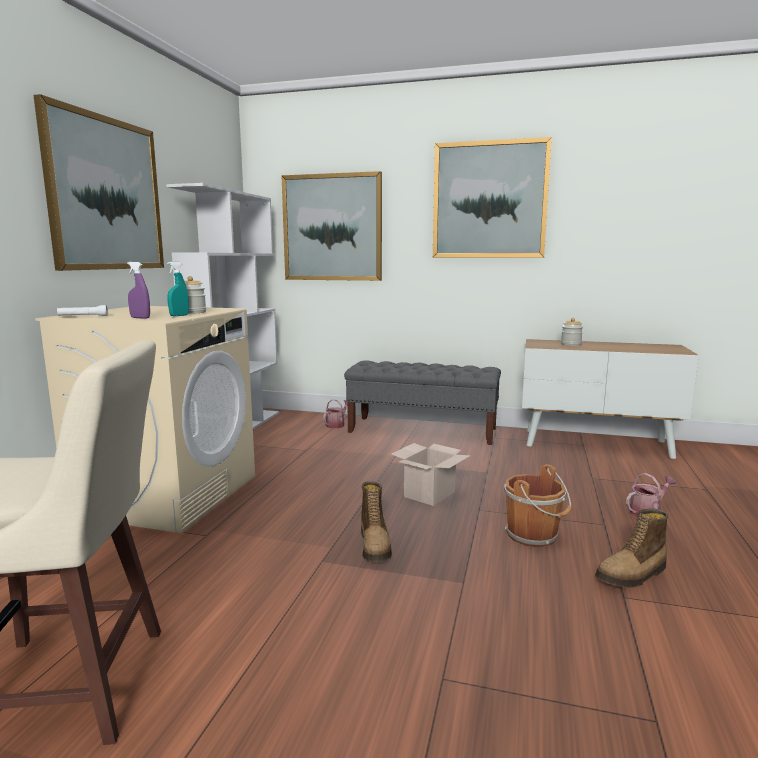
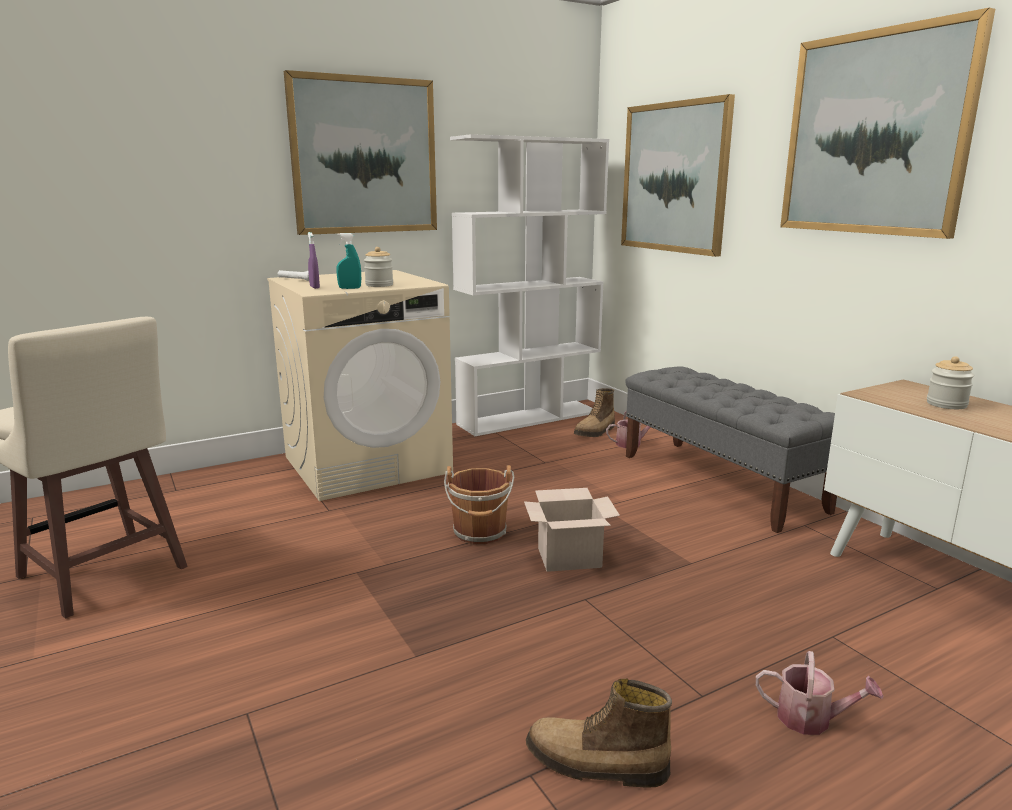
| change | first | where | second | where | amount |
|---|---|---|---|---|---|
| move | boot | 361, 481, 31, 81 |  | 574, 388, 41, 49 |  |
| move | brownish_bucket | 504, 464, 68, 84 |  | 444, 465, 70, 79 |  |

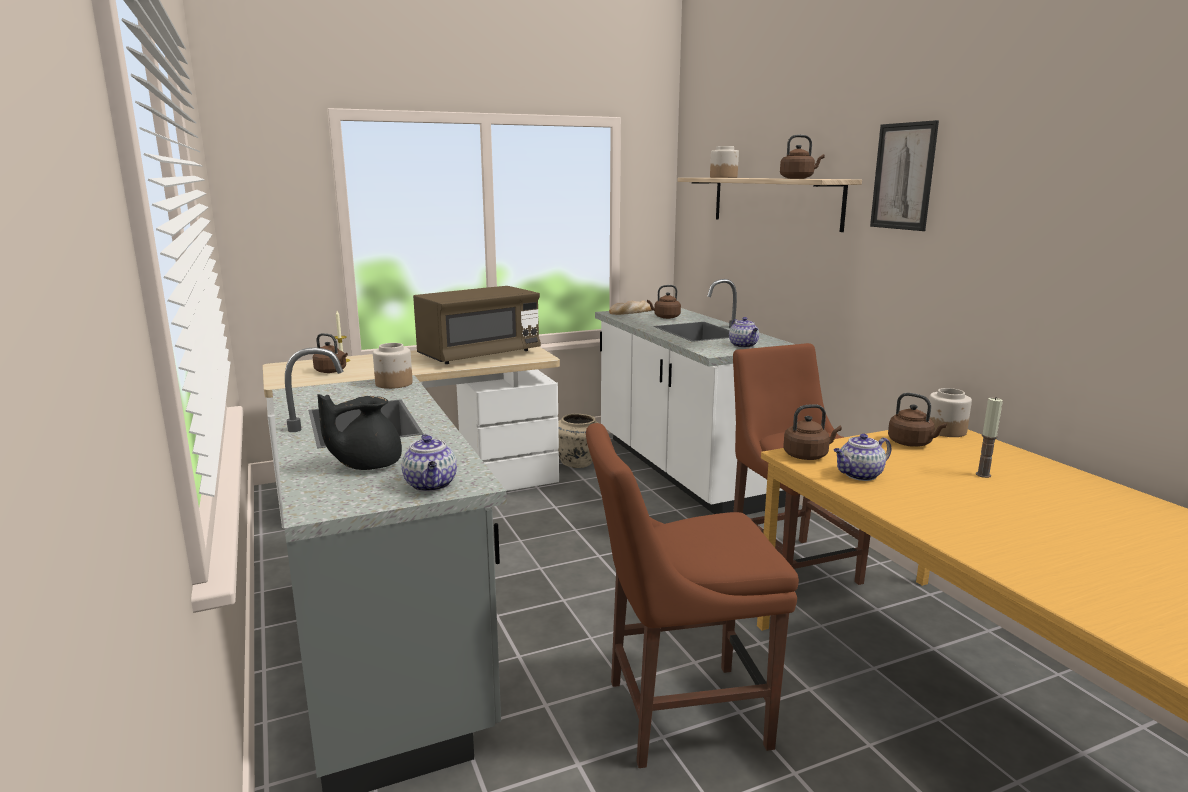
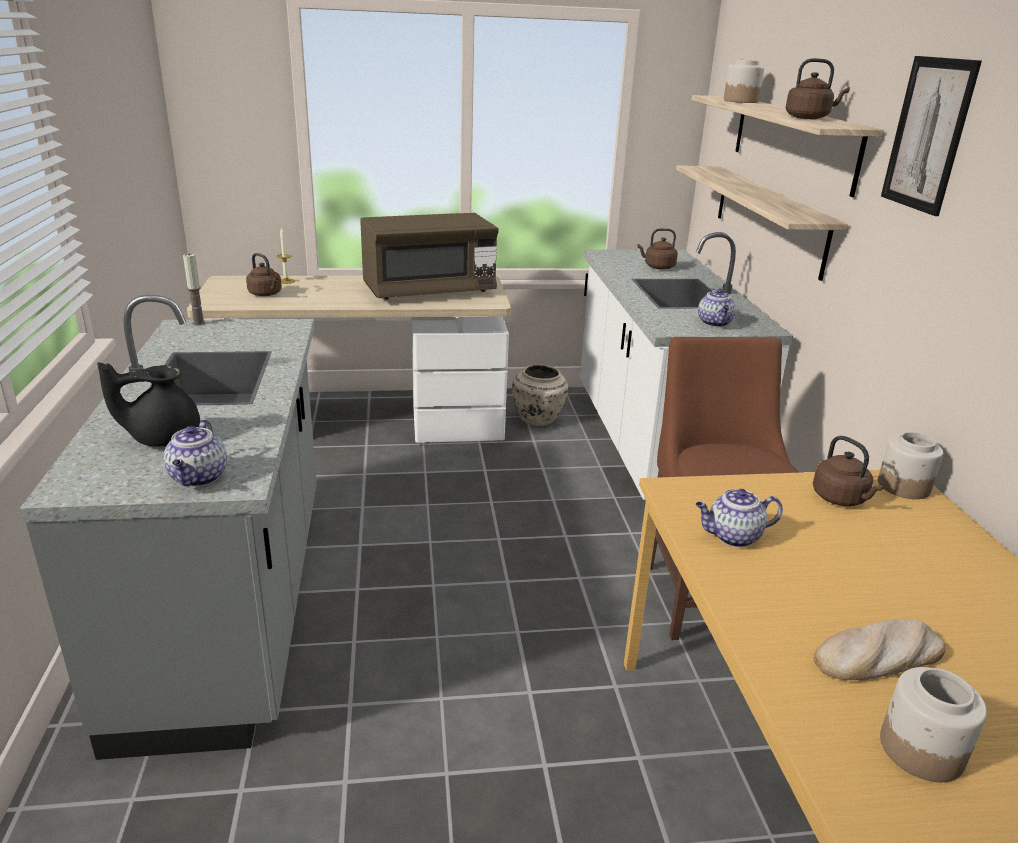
| change | first | where | second | where | amount |
|---|---|---|---|---|---|
| delete | brownish_chair | 586, 423, 213, 345 |  |  |  |
| delete | brownish_water_kettle | 783, 404, 59, 56 |  |  |  |
| insert |  |  | shelf | 676, 165, 172, 116 |  |
| move | jar | 373, 343, 40, 46 |  | 880, 667, 107, 115 |  |
| move | bakery_bread | 609, 300, 43, 15 |  | 814, 619, 132, 61 |  |
| move | wax_light | 976, 397, 27, 81 |  | 183, 254, 22, 72 |  |

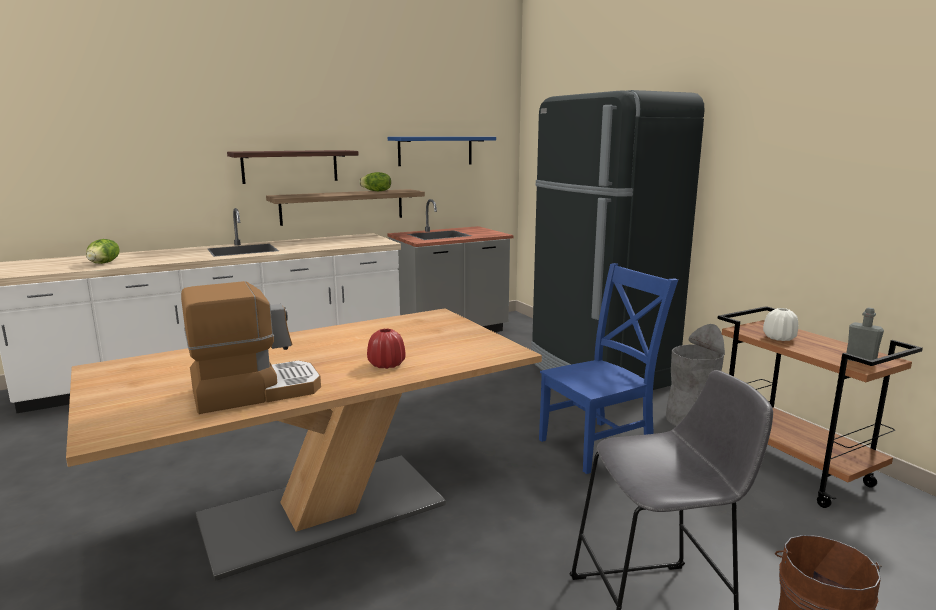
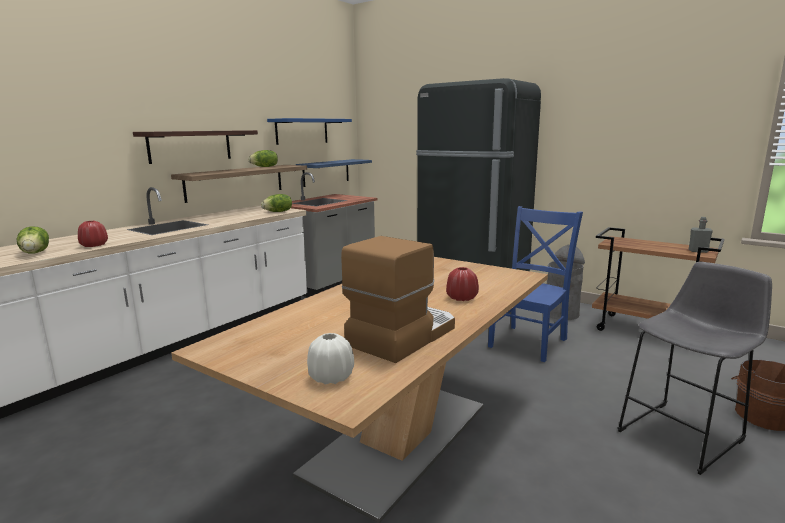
| change | first | where | second | where | amount |
|---|---|---|---|---|---|
| insert |  |  | red_vase | 78, 221, 30, 26 |  |
| insert |  |  | lettuce_head | 261, 194, 31, 18 |  |
| insert |  |  | blue_shelf | 296, 159, 76, 28 |  |
| move | white-coloured_vase | 763, 308, 35, 33 |  | 307, 333, 47, 52 |  |

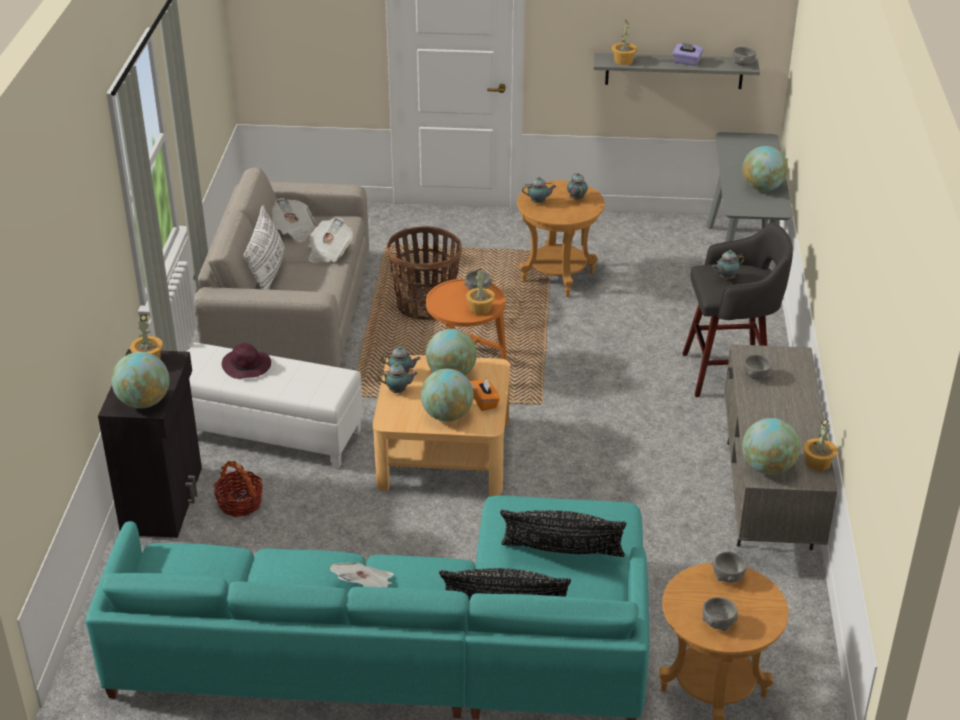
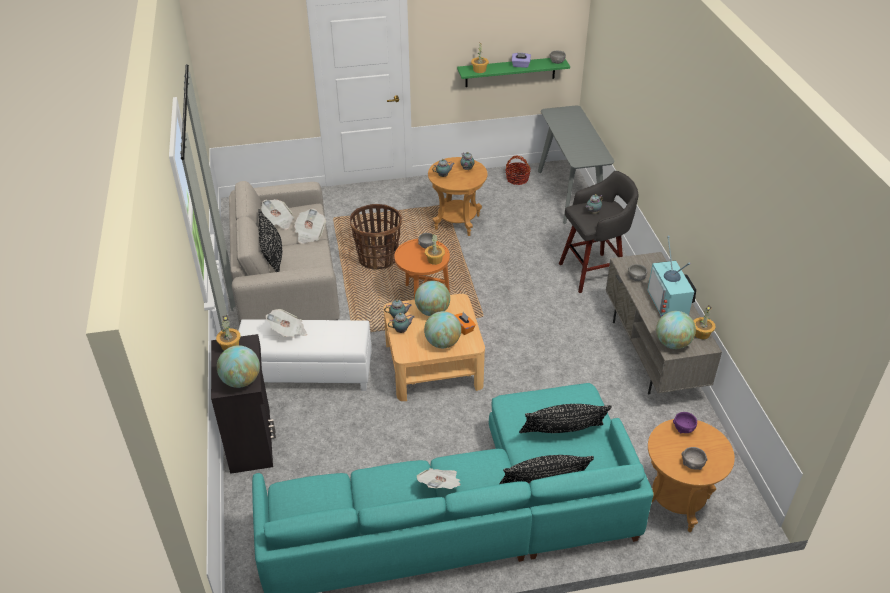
| change | first | where | second | where | amount |
|---|---|---|---|---|---|
| delete | globe | 742, 146, 46, 45 |  |  |  |
| insert |  |  | television | 647, 236, 49, 81 |  |
| move | storage_basket | 214, 461, 49, 56 |  | 505, 156, 26, 29 |  |
| replace | purple_clothing_hat | 222, 343, 49, 36 | daily_paper | 266, 309, 41, 29 |  |
| recolor | white-coloured_cushion | 243, 205, 42, 85 | blackish_cushion | 258, 209, 24, 63 |  |
| recolor | gray_shelf | 594, 53, 166, 36 | greenish_shelf | 457, 58, 113, 29 |  |
| recolor | gray_deep_dish | 712, 552, 35, 31 | purple_deep_dish | 673, 412, 24, 21 |  |

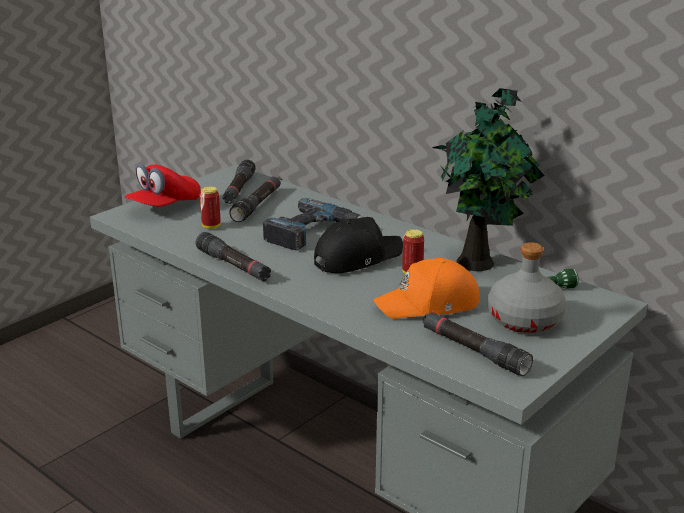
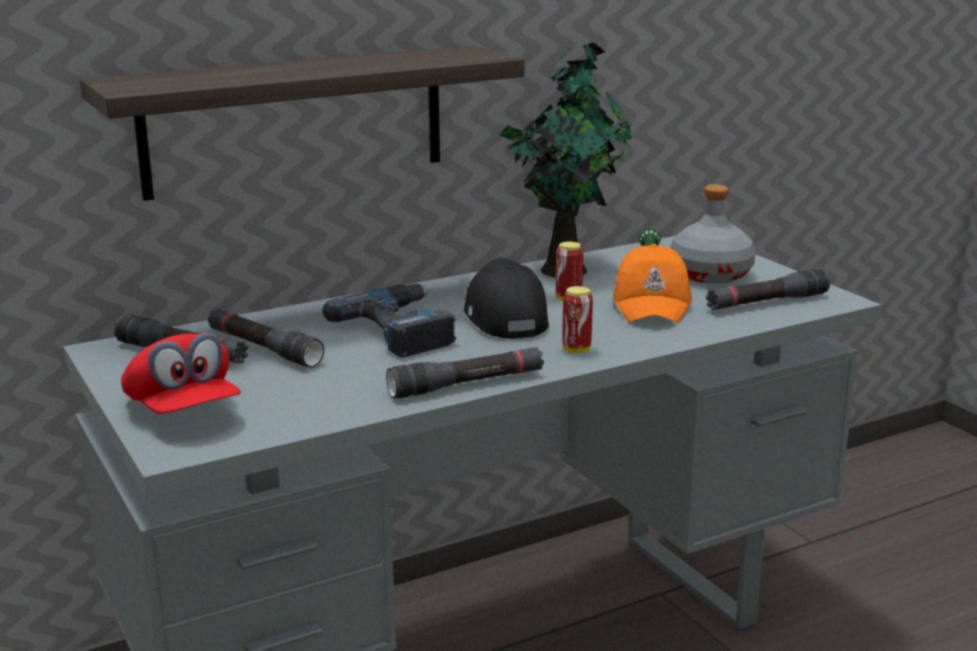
| change | first | where | second | where | amount |
|---|---|---|---|---|---|
| insert |  |  | shelf | 80, 45, 445, 156 |  |
| move | sealed_can | 200, 187, 21, 42 |  | 562, 286, 31, 67 |  |

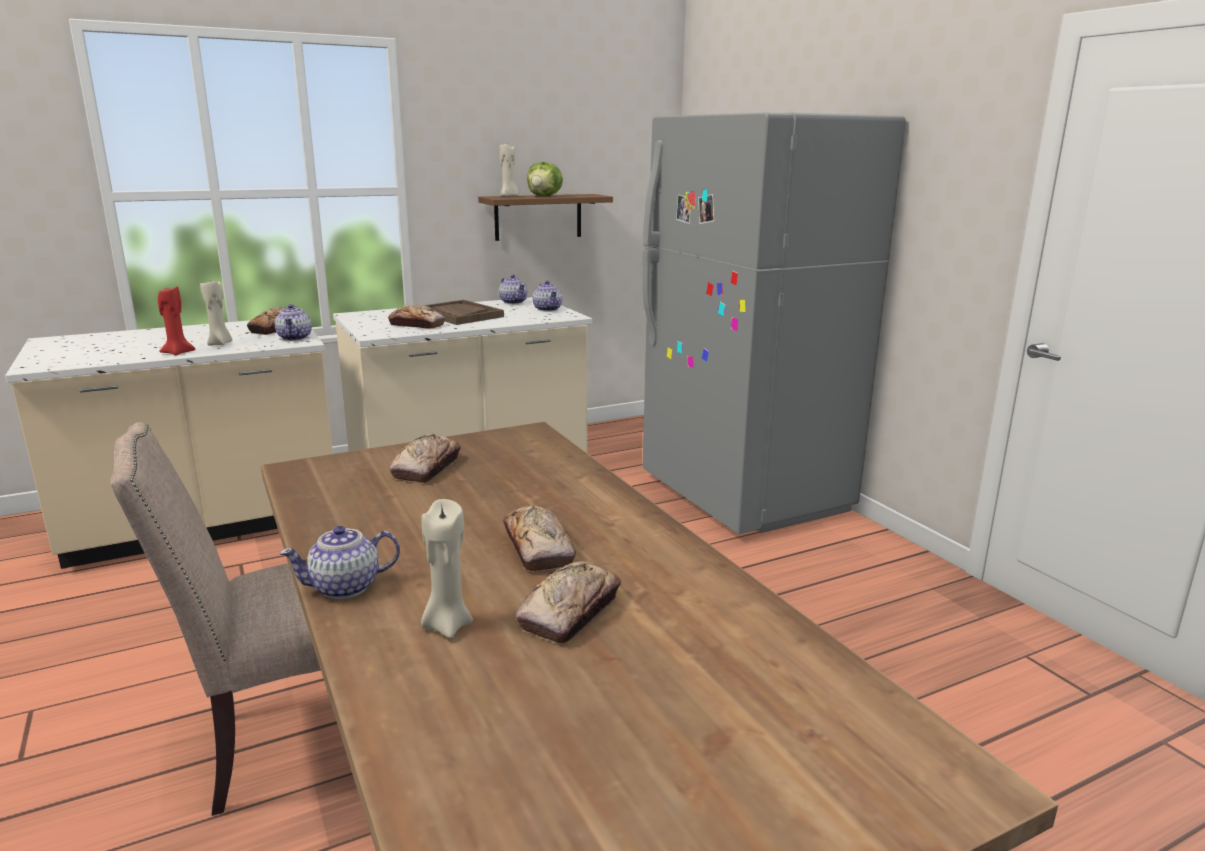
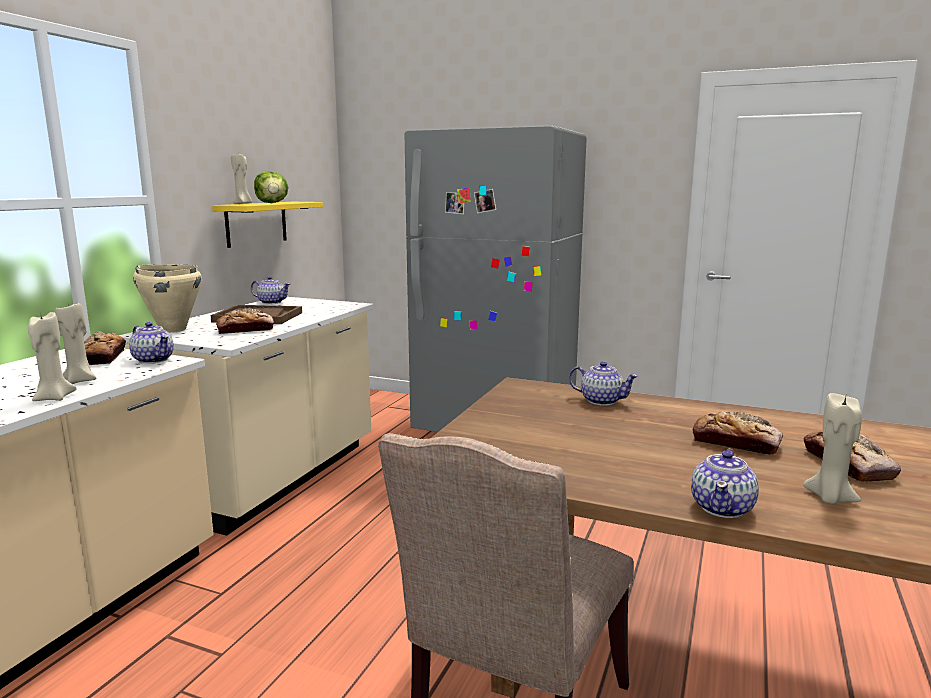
| change | first | where | second | where | amount |
|---|---|---|---|---|---|
| delete | bakery_bread | 389, 433, 72, 50 |  |  |  |
| insert |  |  | beige-coloured_cooking_pot | 133, 265, 69, 68 |  |
| move | tea_pot | 532, 281, 30, 31 |  | 569, 361, 70, 45 |  |
| recolor | red_wax_light | 158, 286, 37, 70 | beige-coloured_wax_light | 28, 312, 49, 89 |  |
| recolor | brownish_shelf | 478, 194, 135, 47 | yellow_shelf | 212, 202, 111, 46 |  |

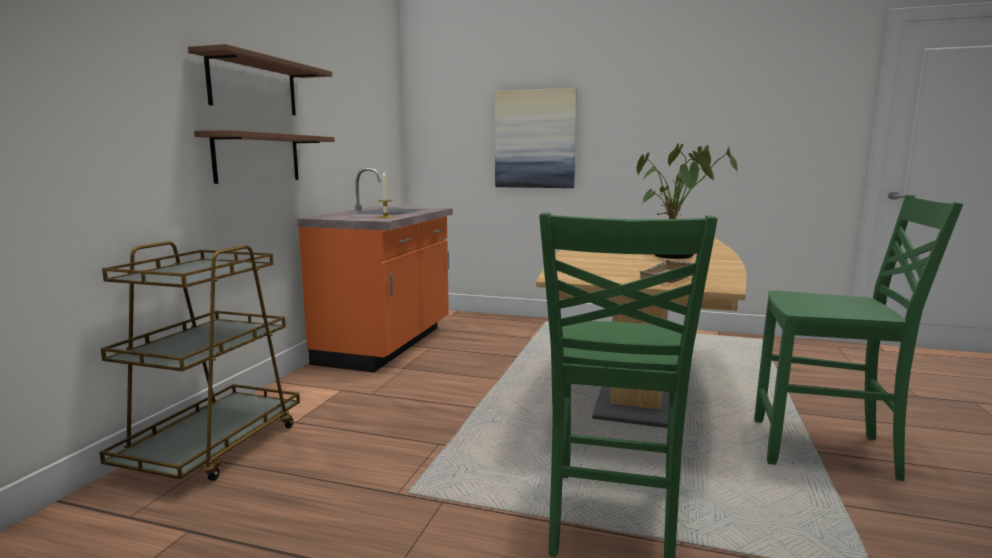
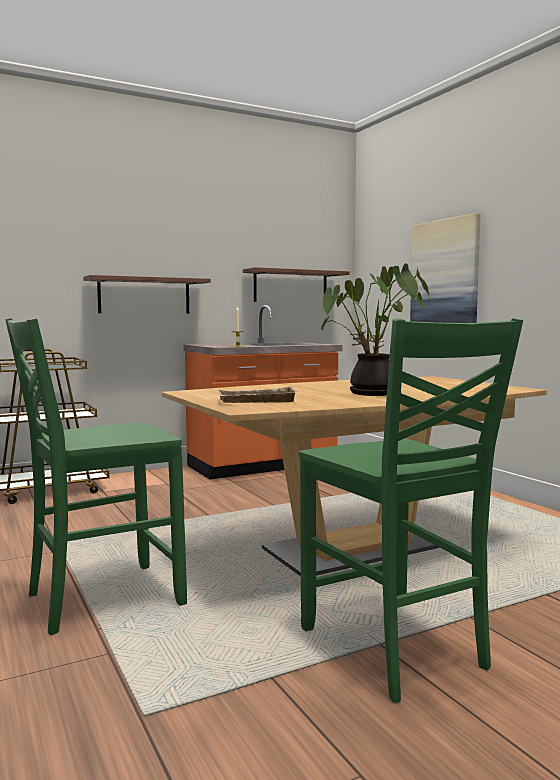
| change | first | where | second | where | amount |
|---|---|---|---|---|---|
| move | brownish_shelf | 188, 44, 144, 71 |  | 243, 267, 107, 35 |  |

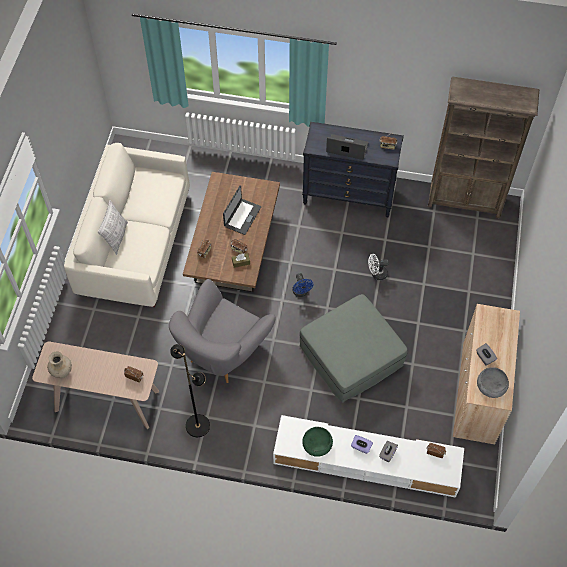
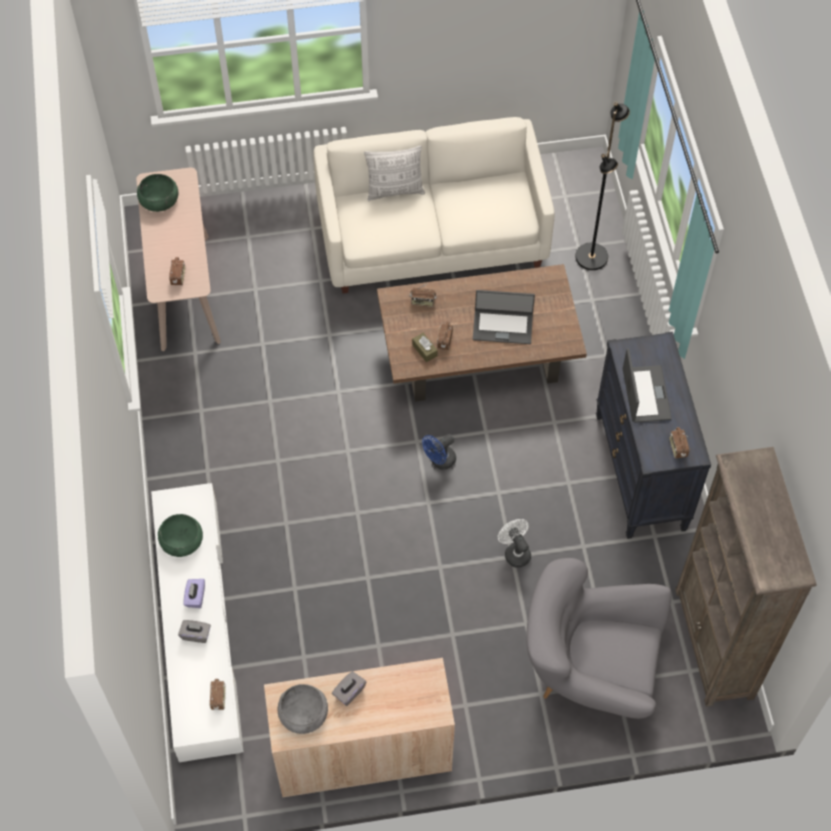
| change | first | where | second | where | amount |
|---|---|---|---|---|---|
| delete | gray_pouffe | 299, 294, 109, 109 |  |  |  |
| move | gray_easy_chair | 169, 279, 107, 104 |  | 526, 558, 145, 161 |  |
| move | blackish_standard_lamp | 170, 344, 40, 93 |  | 575, 102, 55, 168 |  |
| replace | beige-coloured_vase | 47, 352, 25, 26 | greenish_deep_dish | 137, 174, 41, 38 |  |

